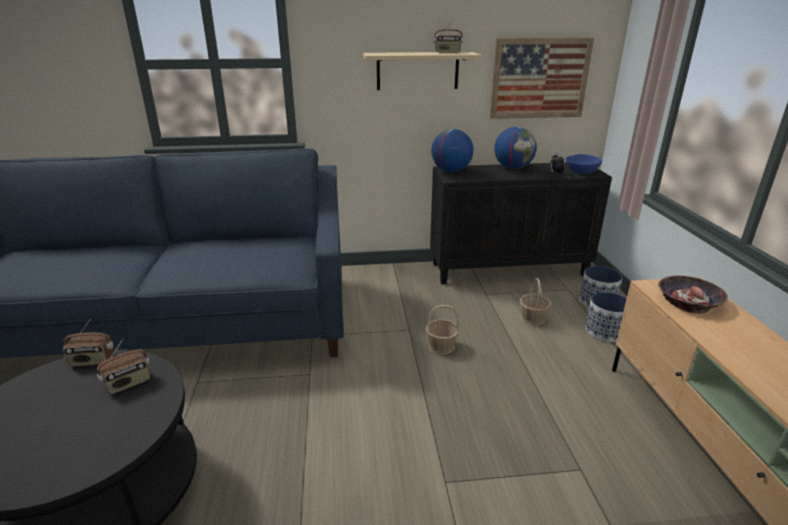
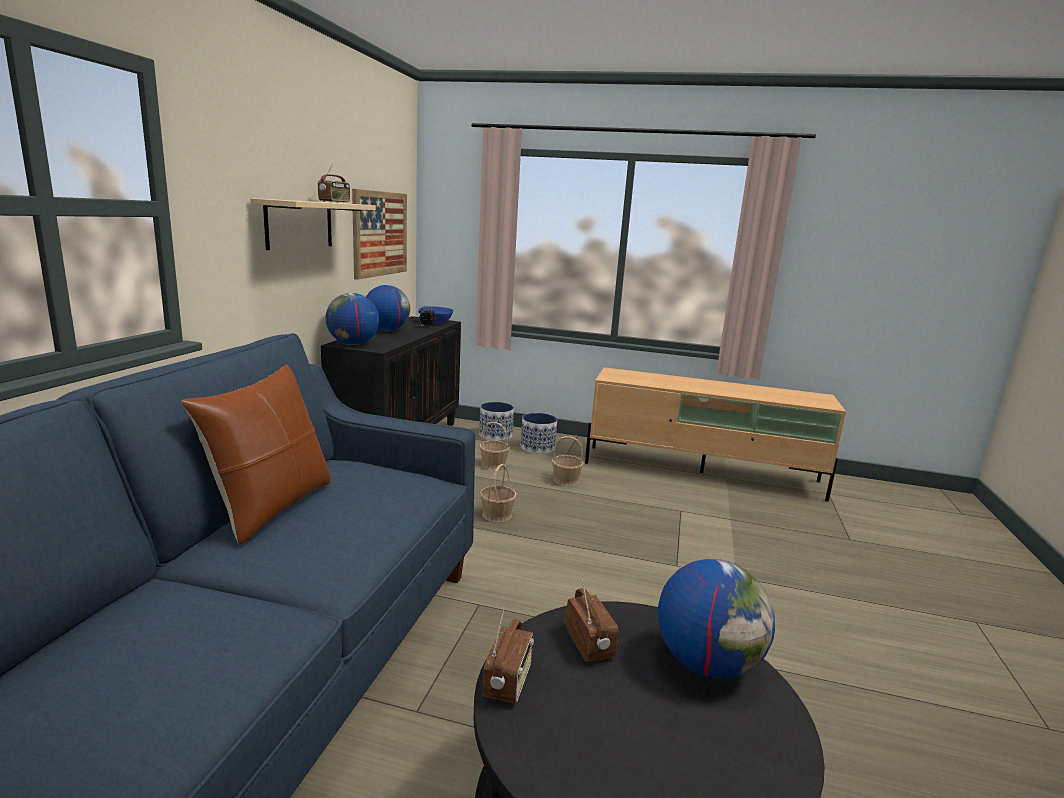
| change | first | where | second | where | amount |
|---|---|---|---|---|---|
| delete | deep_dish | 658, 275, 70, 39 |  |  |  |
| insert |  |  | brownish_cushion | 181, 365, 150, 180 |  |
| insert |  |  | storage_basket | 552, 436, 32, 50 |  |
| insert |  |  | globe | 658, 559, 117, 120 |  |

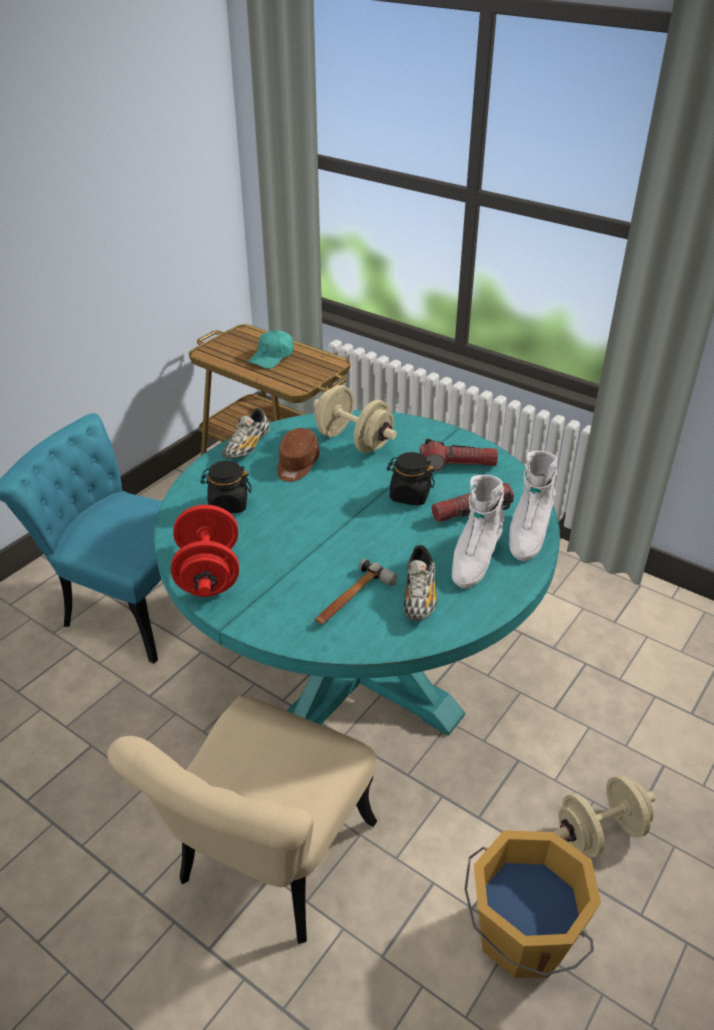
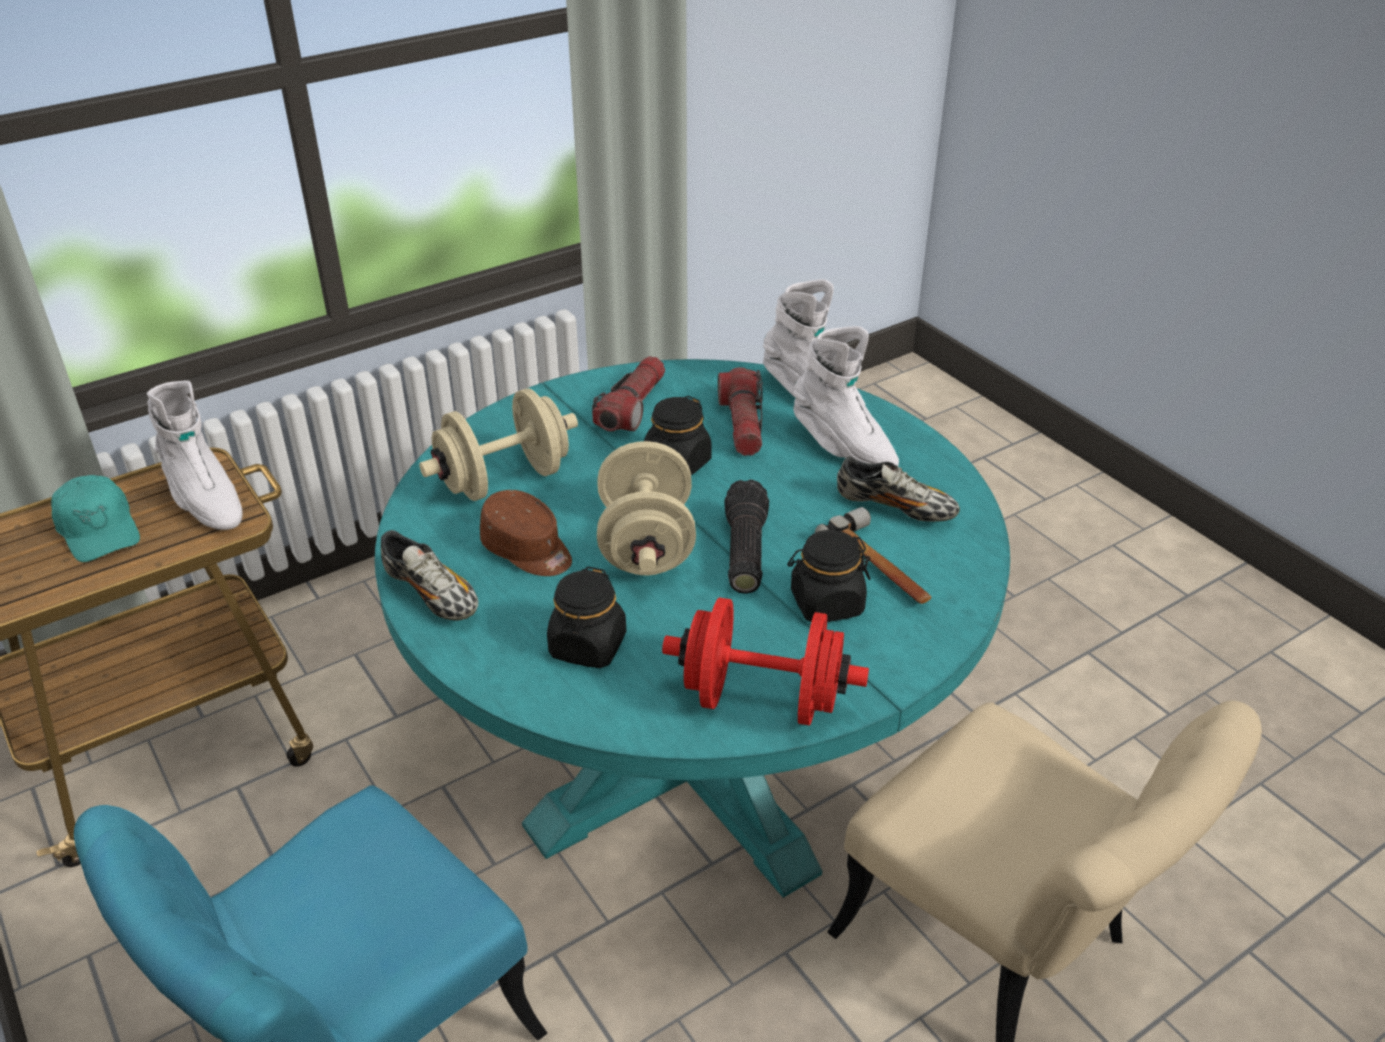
| change | first | where | second | where | amount |
|---|---|---|---|---|---|
| delete | orange_bucket | 464, 831, 137, 147 |  |  |  |
| insert |  |  | white-coloured_boot | 147, 381, 96, 149 |  |
| insert |  |  | flashlight | 724, 479, 45, 115 |  |
| insert |  |  | blackish_jar | 787, 530, 83, 92 |  |
| move | beige-coloured_dumbbell | 554, 775, 101, 82 |  | 597, 441, 99, 134 |  |

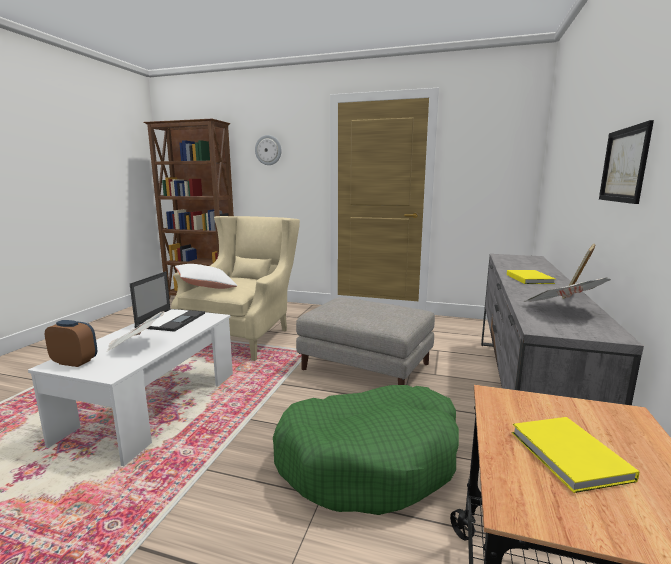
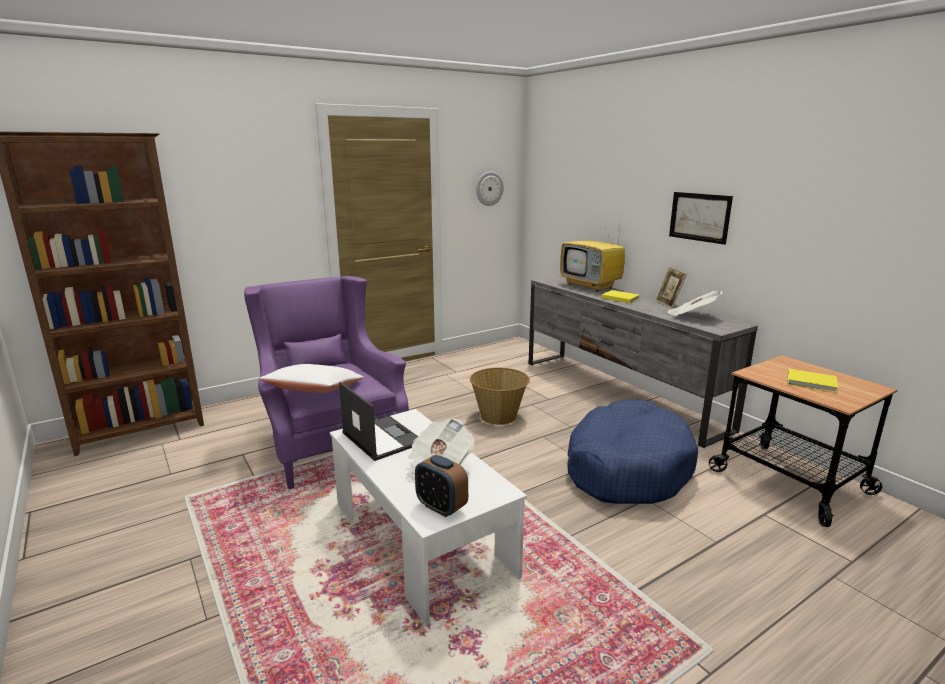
| change | first | where | second | where | amount |
|---|---|---|---|---|---|
| insert |  |  | television | 560, 218, 65, 73 |  |
| move | wall_clock | 255, 135, 26, 30 |  | 476, 171, 28, 35 |  |
| replace | gray_pouffe | 296, 297, 139, 88 | storage_basket | 470, 368, 60, 57 |  |
| recolor | beige-coloured_easy_chair | 171, 216, 129, 145 | purple_easy_chair | 244, 276, 165, 213 |  |
| recolor | greenish_pet_bed | 273, 385, 186, 130 | blue_pet_bed | 567, 400, 131, 104 |  |
| rotate | bedside_clock | 45, 320, 52, 47 |  | 415, 455, 53, 62 | 105 degrees counterclockwise |

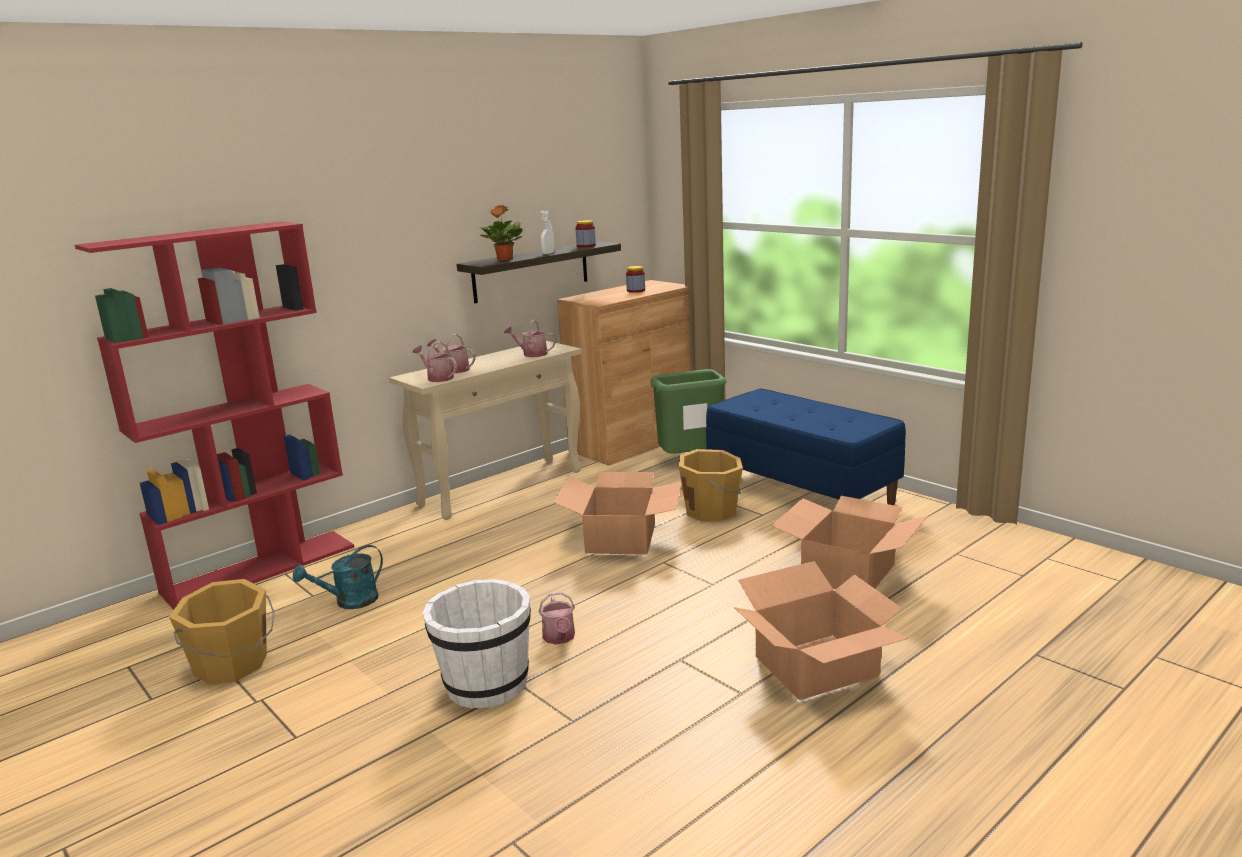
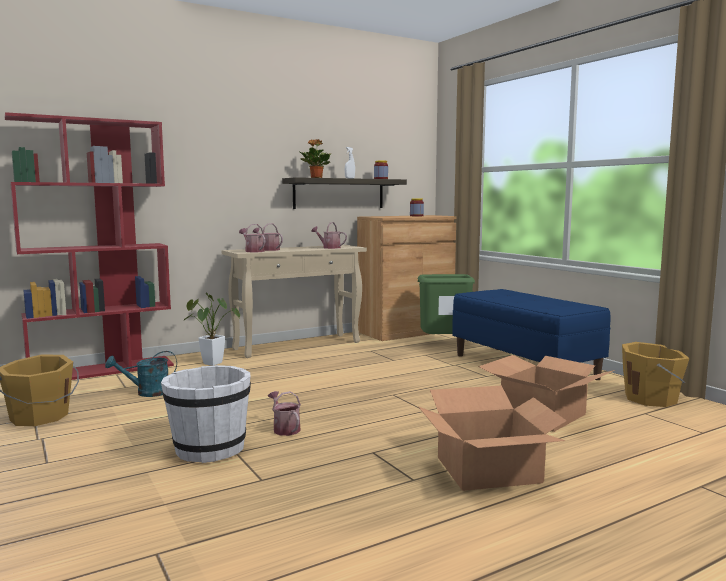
| change | first | where | second | where | amount |
|---|---|---|---|---|---|
| delete | cardboard_box | 553, 472, 129, 83 |  |  |  |
| insert |  |  | potted_plant | 183, 292, 57, 74 |  |
| move | orange_bucket | 679, 449, 64, 72 |  | 622, 342, 68, 65 |  |
| rotate | sprinkling_can | 539, 592, 36, 53 |  | 268, 391, 33, 45 | 150 degrees clockwise |

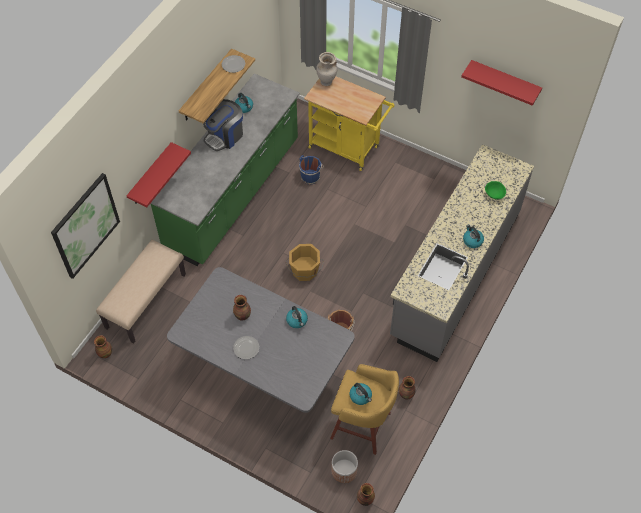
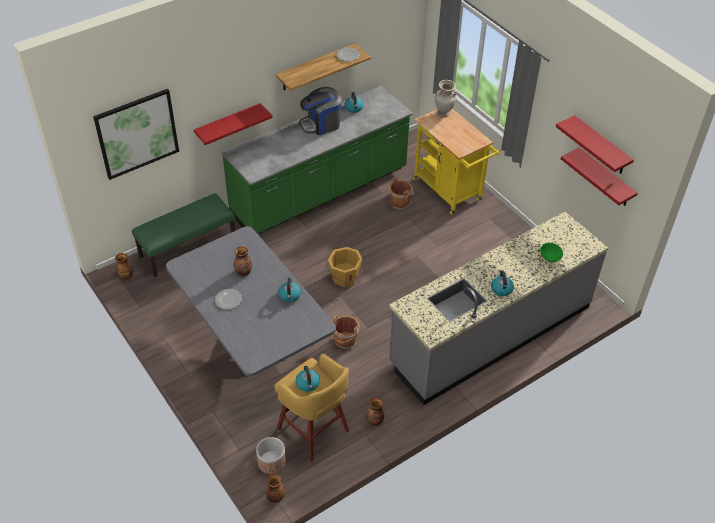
| change | first | where | second | where | amount |
|---|---|---|---|---|---|
| insert |  |  | red_shelf | 561, 148, 77, 58 |  |
| recolor | beige-coloured_indoor_bench | 96, 240, 90, 104 | greenish_indoor_bench | 132, 193, 103, 84 |  |
| recolor | blue_bucket | 299, 155, 25, 30 | brownish_bucket | 388, 177, 26, 33 |  |

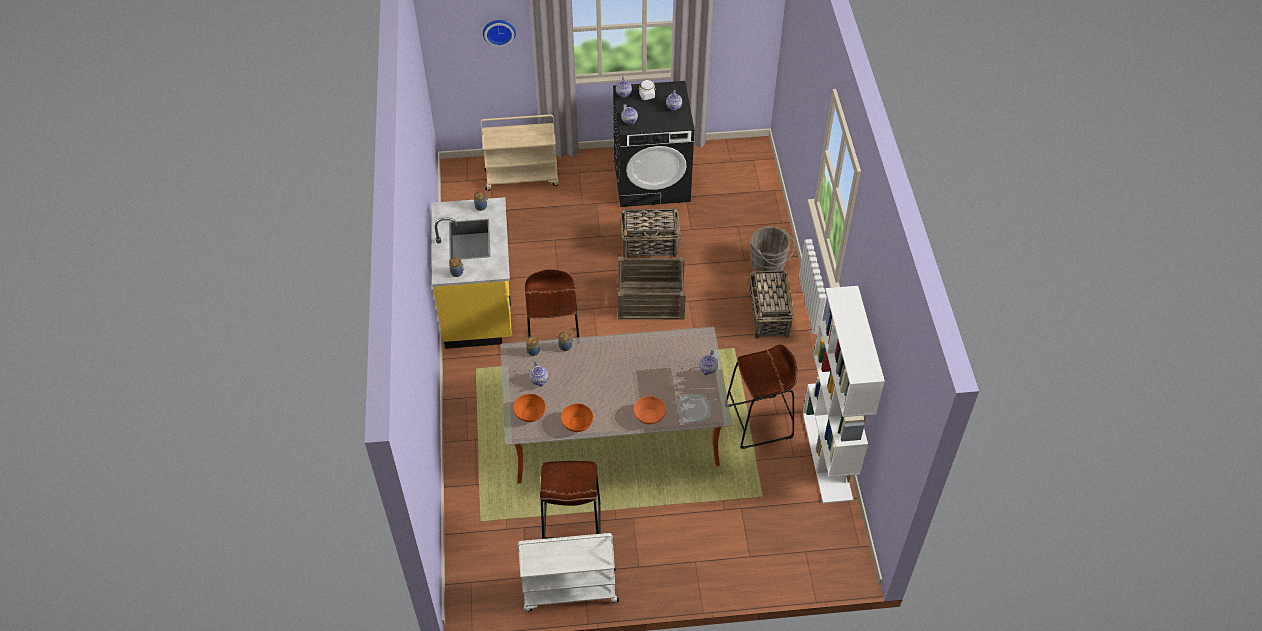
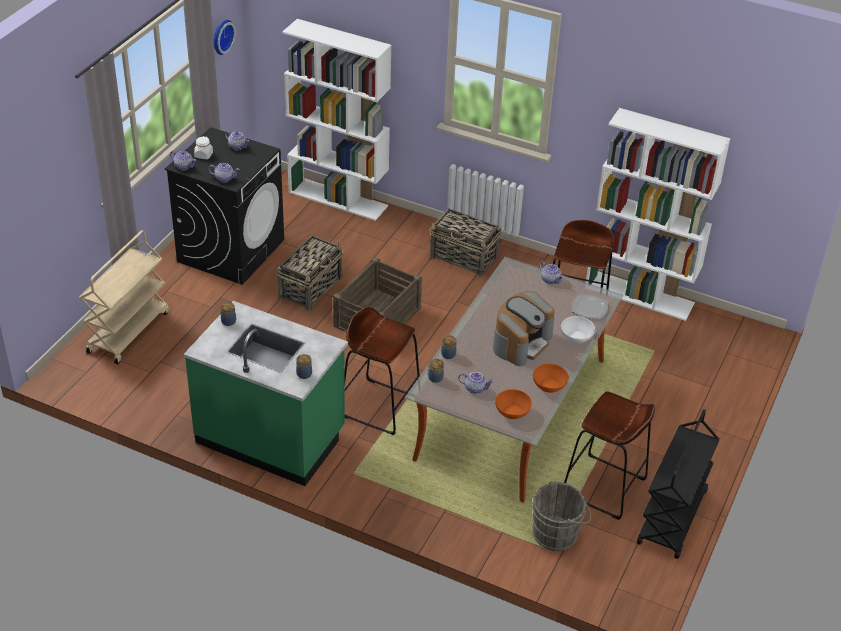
| change | first | where | second | where | amount |
|---|---|---|---|---|---|
| insert |  |  | white-coloured_bookcase | 282, 19, 110, 202 |  |
| insert |  |  | coffee_maker | 493, 291, 62, 75 |  |
| move | wall_clock | 483, 20, 33, 27 |  | 214, 20, 22, 35 |  |
| move | gray_bucket | 749, 227, 46, 44 |  | 532, 481, 59, 70 |  |
| recolor | yellow_kitchen_counter | 432, 197, 80, 152 | greenish_kitchen_counter | 184, 301, 164, 185 |  |
| recolor | white-coloured_wheeled_cart | 517, 533, 102, 79 | blackish_wheeled_cart | 637, 409, 83, 150 |  |
| recolor | orange_deep_dish | 634, 396, 32, 28 | white-coloured_deep_dish | 561, 316, 34, 28 |  |

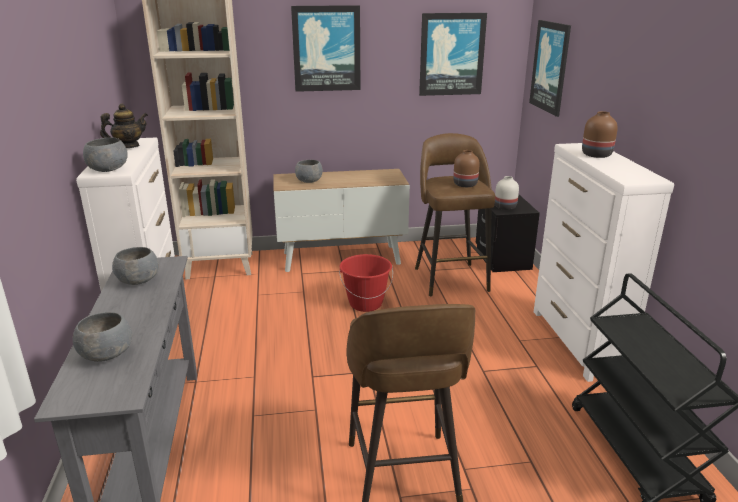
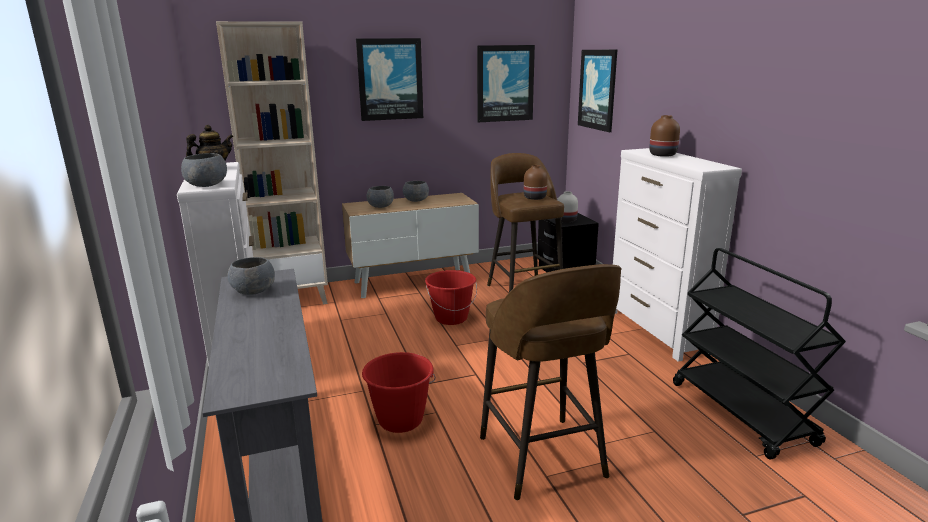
| change | first | where | second | where | amount |
|---|---|---|---|---|---|
| insert |  |  | red_bucket | 362, 352, 74, 81 |  |
| move | gray_deep_dish | 73, 312, 59, 50 |  | 403, 181, 26, 21 |  |

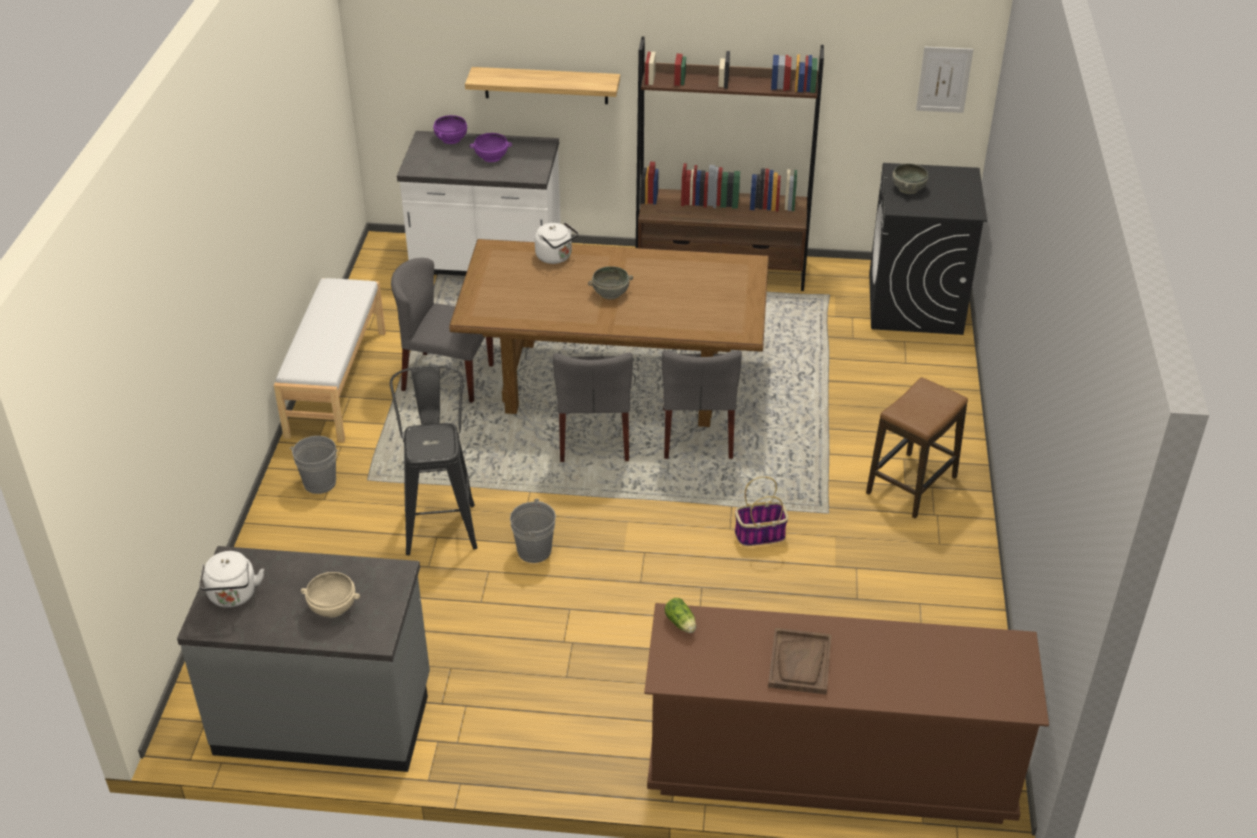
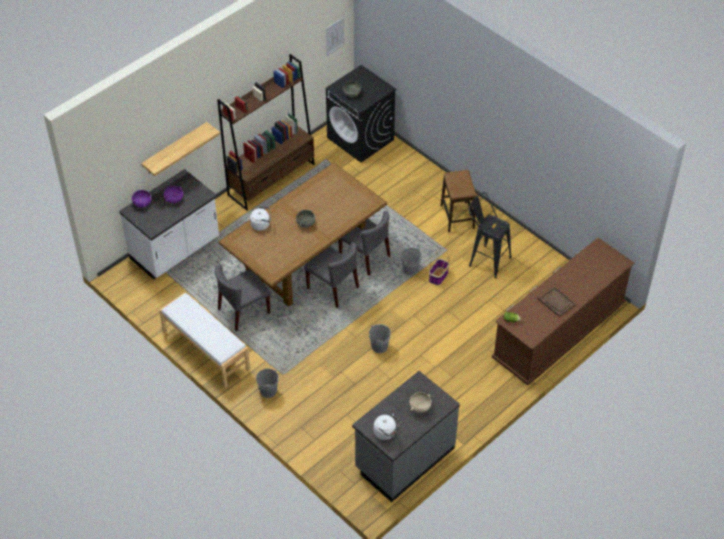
| change | first | where | second | where | amount |
|---|---|---|---|---|---|
| insert |  |  | gray_bucket | 401, 247, 21, 28 |  |
| move | blackish_stool | 390, 365, 88, 190 |  | 469, 192, 43, 86 |  |

